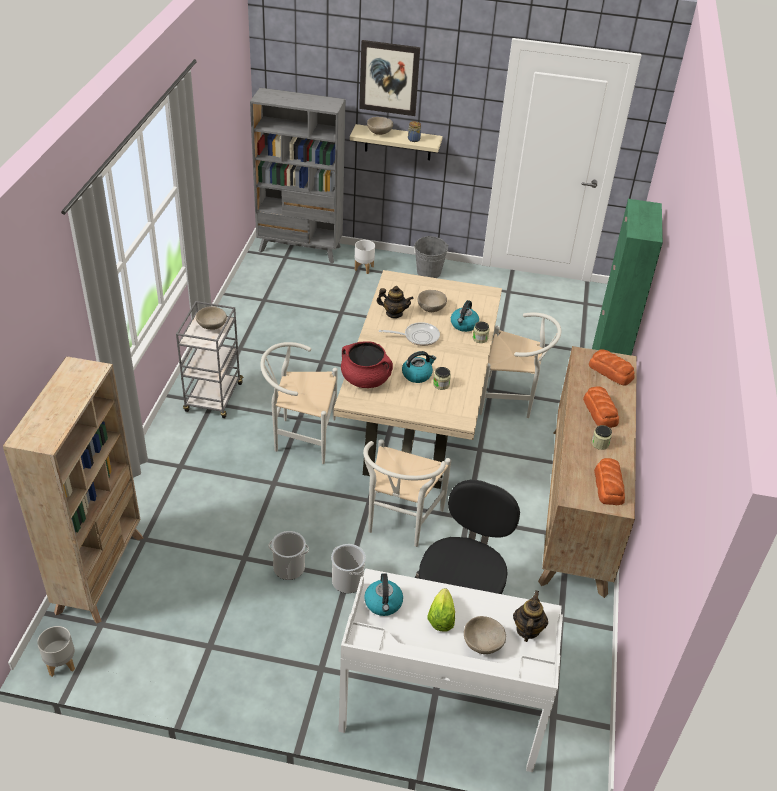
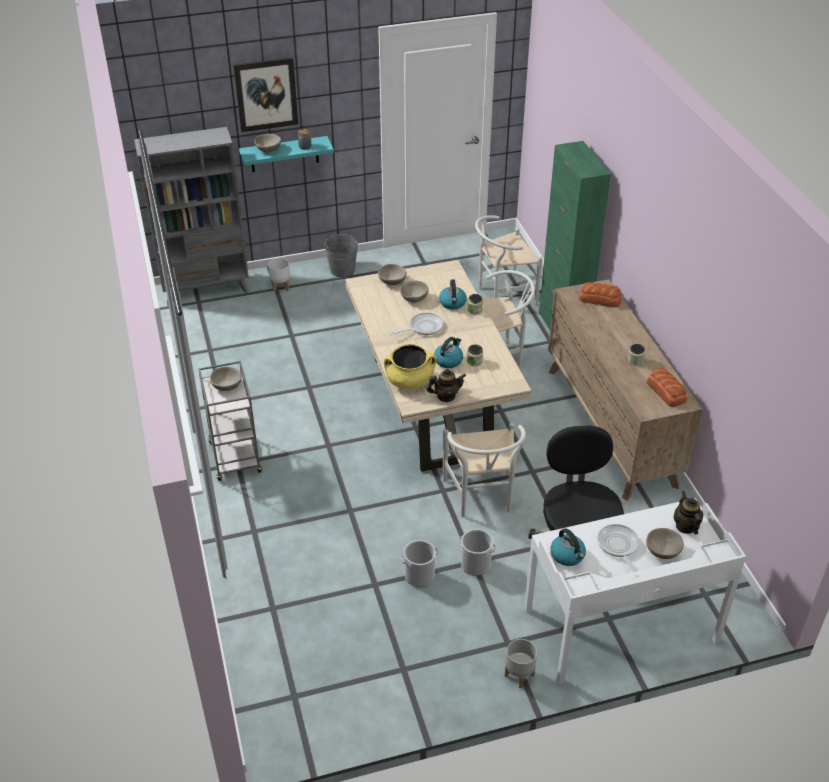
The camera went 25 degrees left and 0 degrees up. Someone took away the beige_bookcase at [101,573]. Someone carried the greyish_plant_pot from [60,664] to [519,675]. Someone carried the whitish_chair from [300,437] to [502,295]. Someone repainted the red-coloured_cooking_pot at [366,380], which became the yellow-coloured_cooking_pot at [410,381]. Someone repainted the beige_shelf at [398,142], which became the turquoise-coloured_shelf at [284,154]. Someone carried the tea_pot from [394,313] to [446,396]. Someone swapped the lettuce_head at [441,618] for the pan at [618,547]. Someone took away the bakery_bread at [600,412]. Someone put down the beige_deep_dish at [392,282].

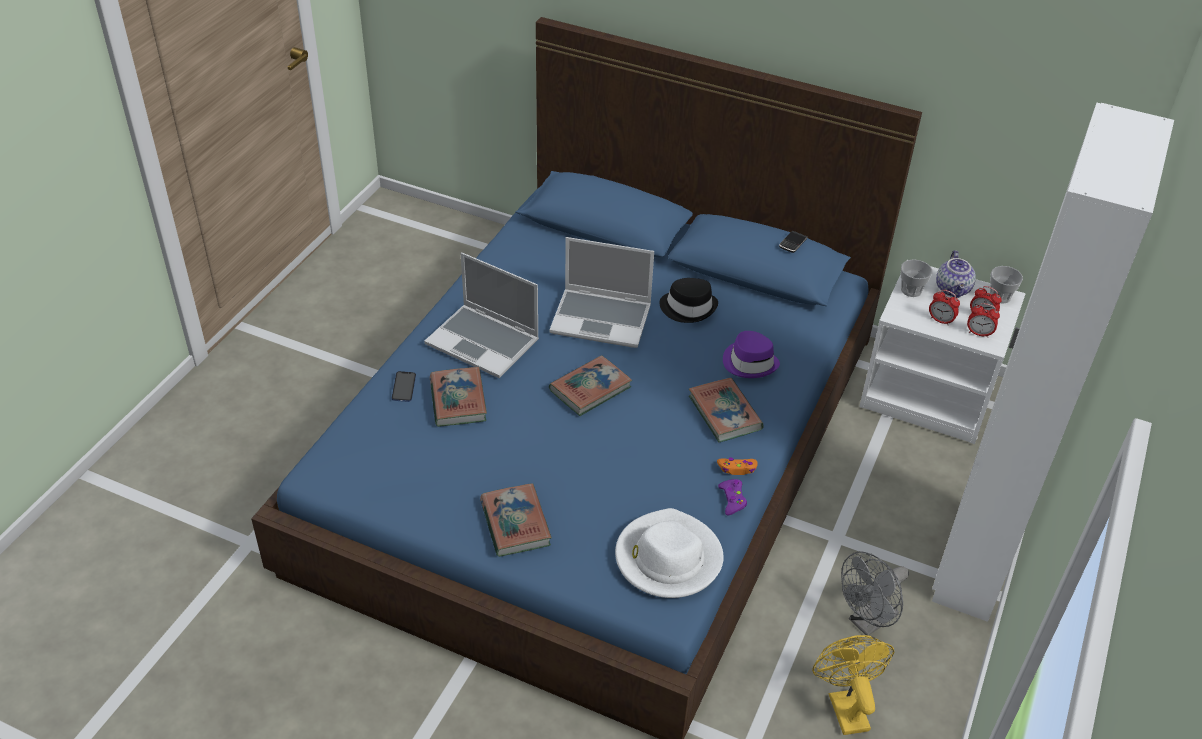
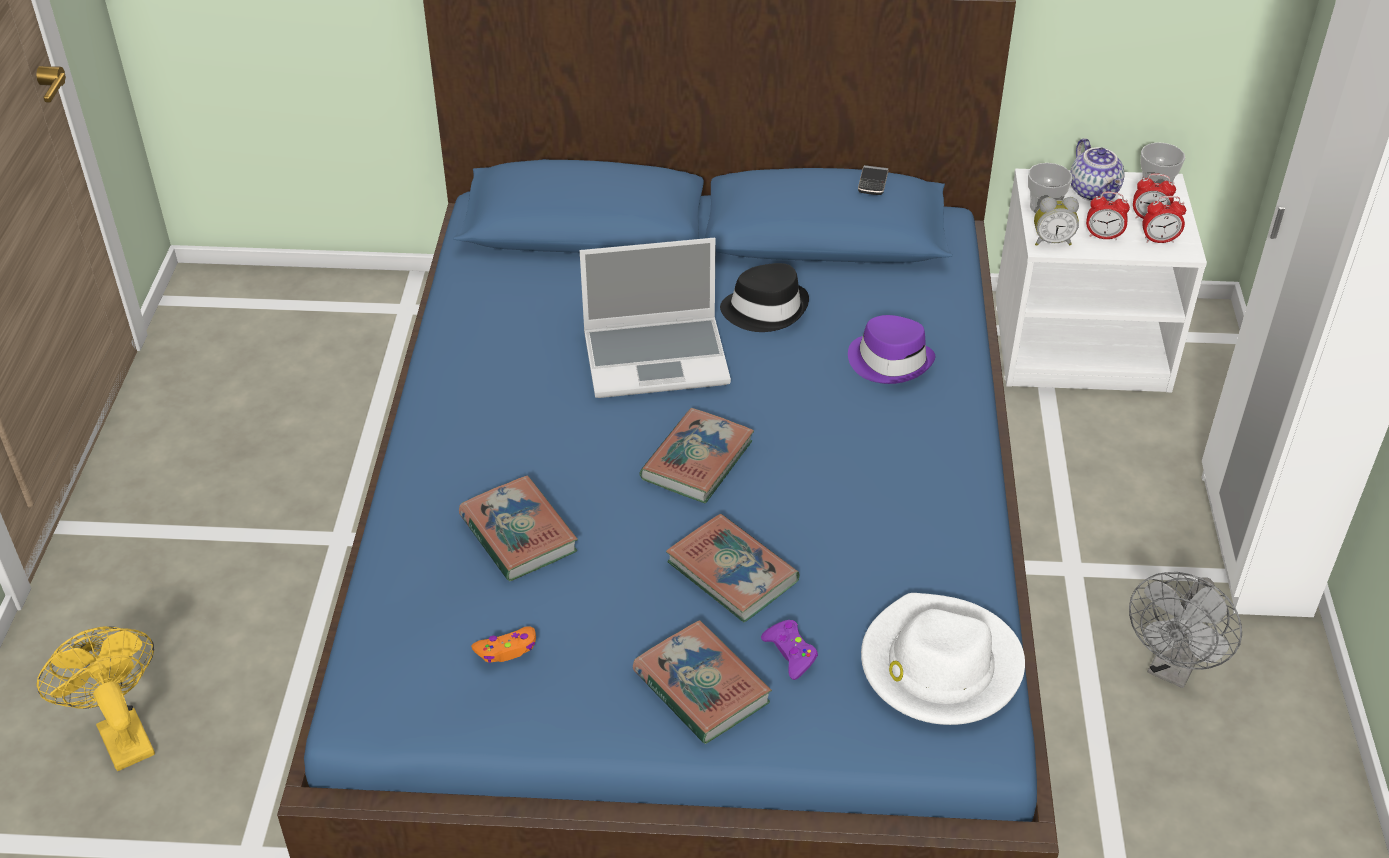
The camera went 20 degrees left and 0 degrees up. Someone took away the telephone at [404,387]. Someone took away the notebook_computer at [484,342]. Someone carried the book from [724,413] to [732,572]. Someone carried the orange-coloured_joypad from [737,469] to [507,650]. Someone carried the purplish_joypad from [732,500] to [790,653]. Someone carried the yellow-coloured_fan from [845,705] to [121,733]. Someone put down the bedside_clock at [1052,241].

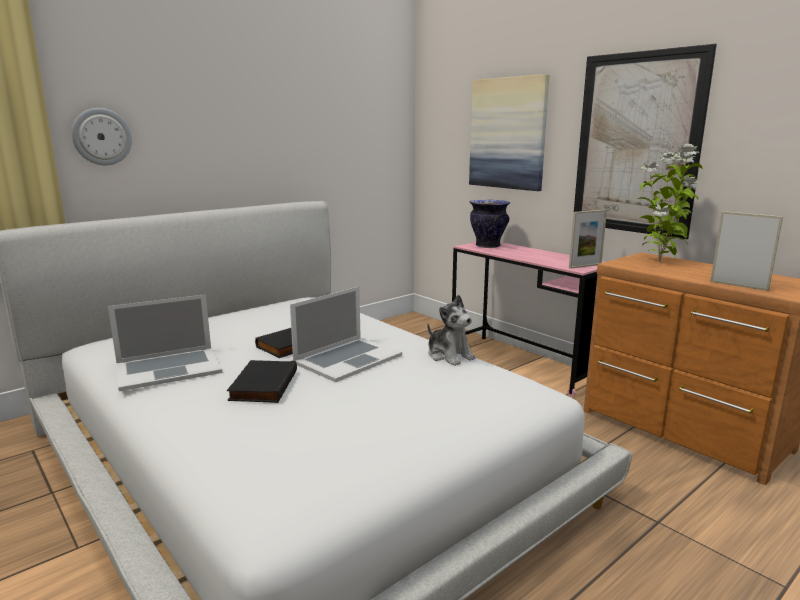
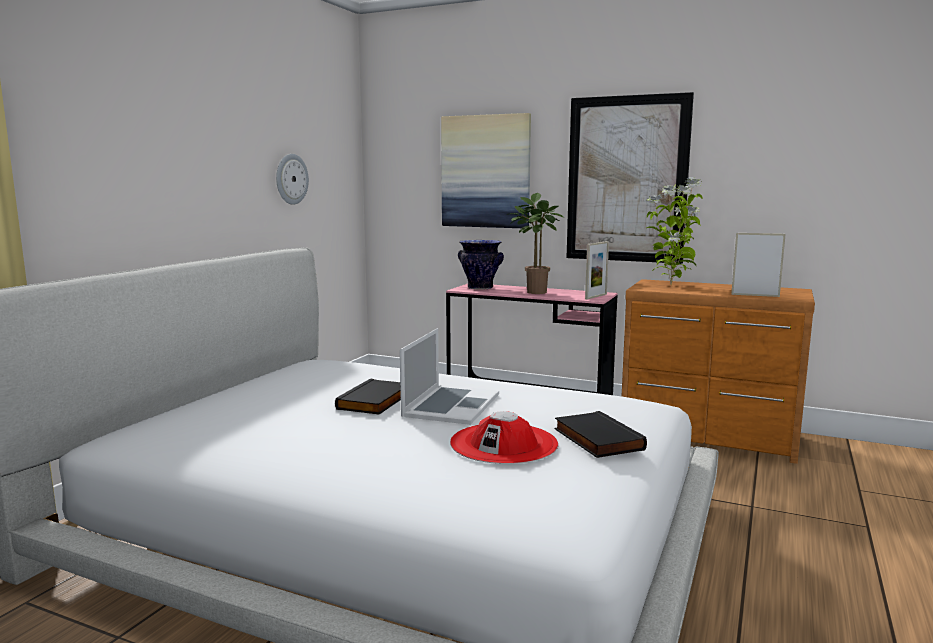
The camera went 25 degrees left and 5 degrees down. Someone carried the hanging_clock from [102,137] to [291,179]. Someone took away the notebook_computer at [168,368]. Someone carried the black-coloured_book from [262,385] to [596,439]. Someone took away the plush_toy at [449,356]. Someone put down the red-coloured_hat at [504,444]. Someone put down the plant_in_a_pot at [533,292].

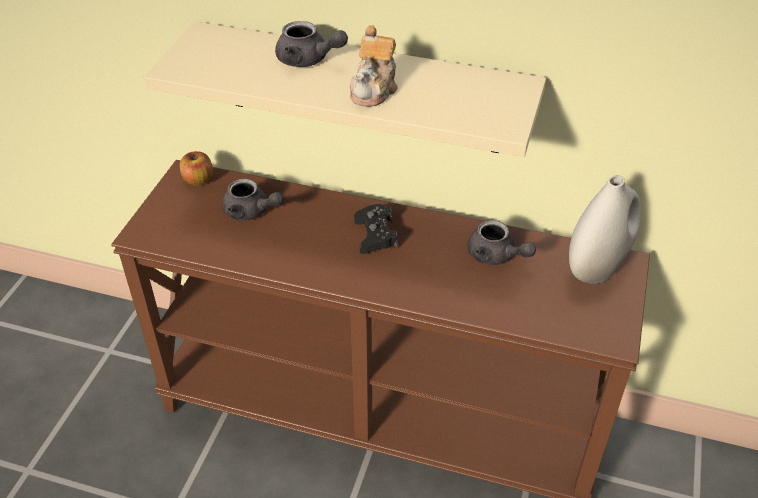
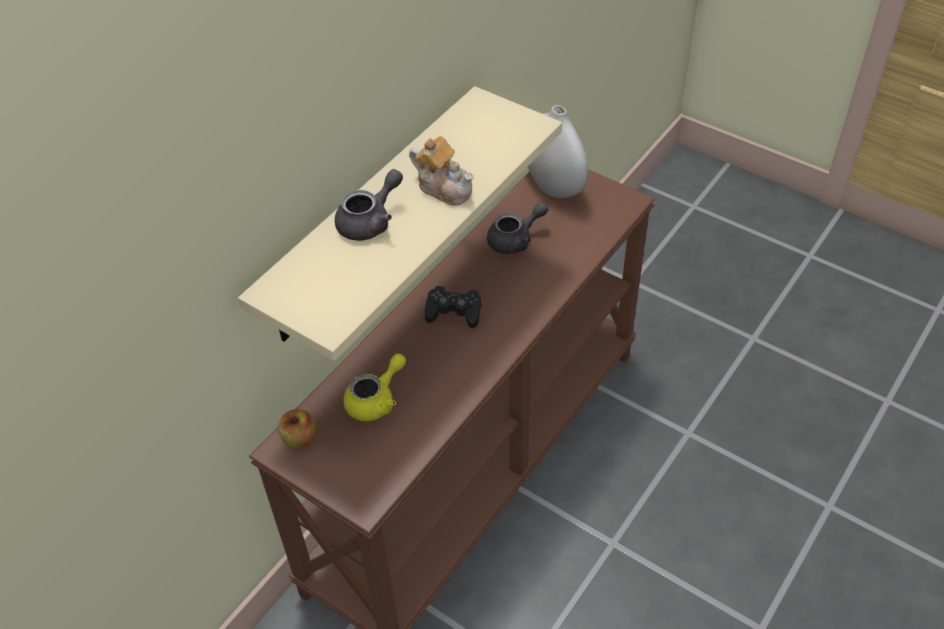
The camera went 70 degrees left and 5 degrees up. Someone repainted the greyish_tea_pot at [251,212], which became the yellow-coloured_tea_pot at [376,400].

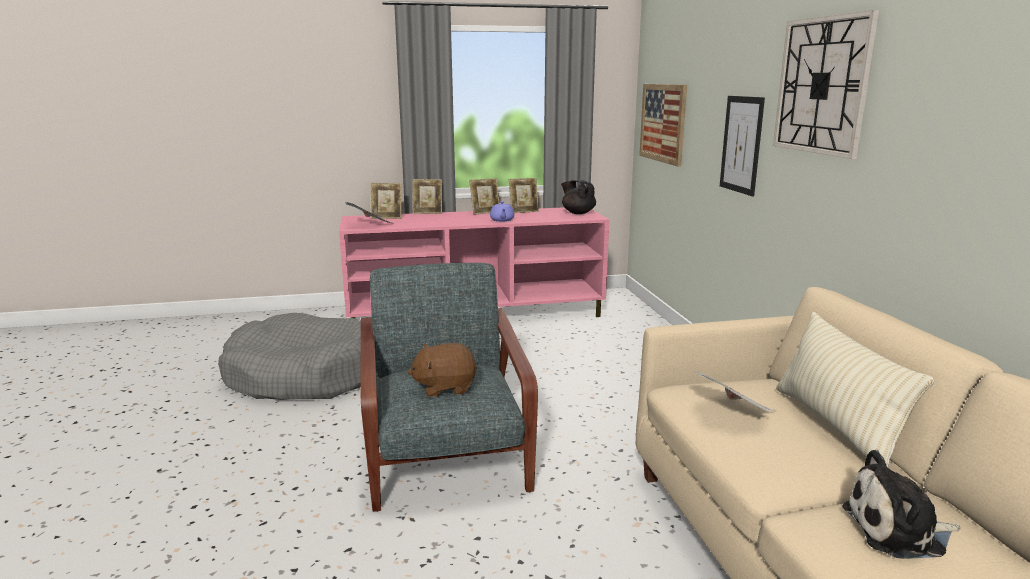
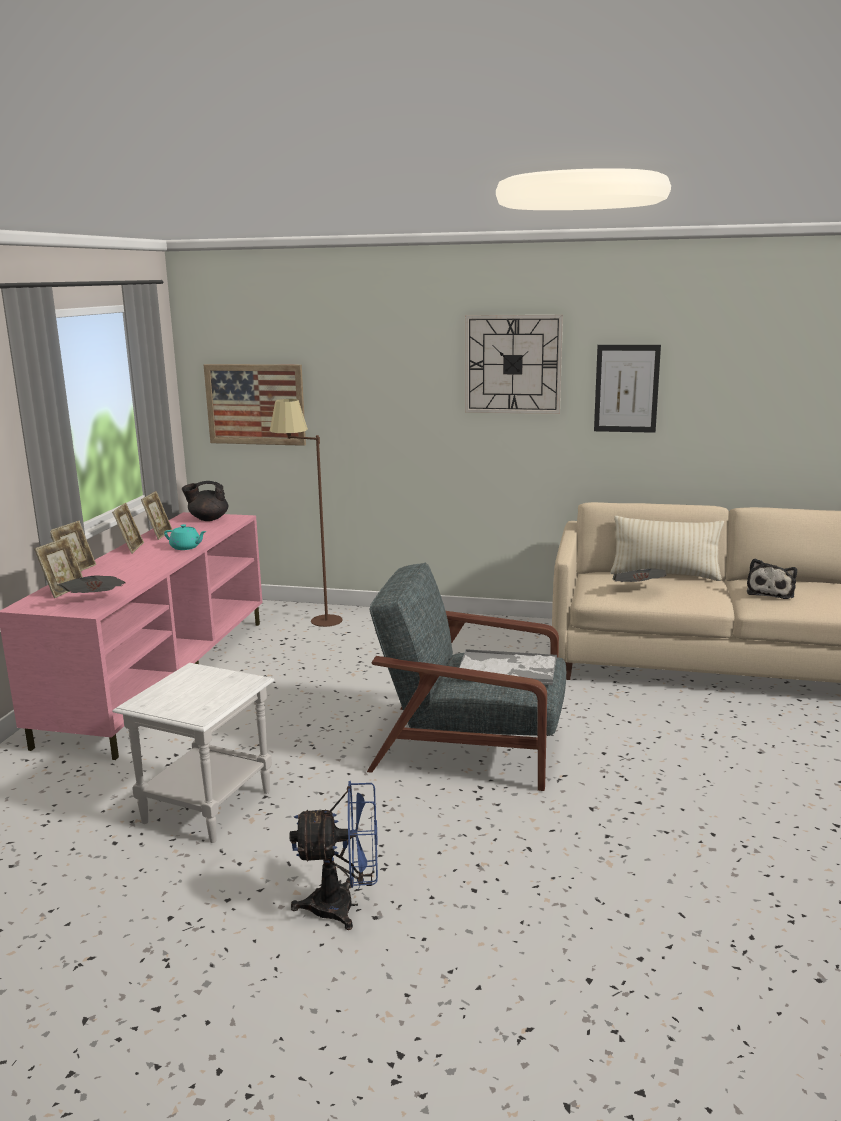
The camera went 65 degrees left and 0 degrees up. Someone swapped the greyish_dog_cushion at [301,376] for the whitish_end_table at [208,806]. Someone swapped the brown-coloured_plush_toy at [444,387] for the serving_tray at [508,669]. Someone repainted the purplish_tea_pot at [502,220], which became the turquoise-coloured_tea_pot at [186,547]. Someone carried the wall_picture from [741,144] to [626,388]. Someone put down the brown-coloured_floor_lamp at [312,623]. Someone put down the bluish_fan at [344,906].

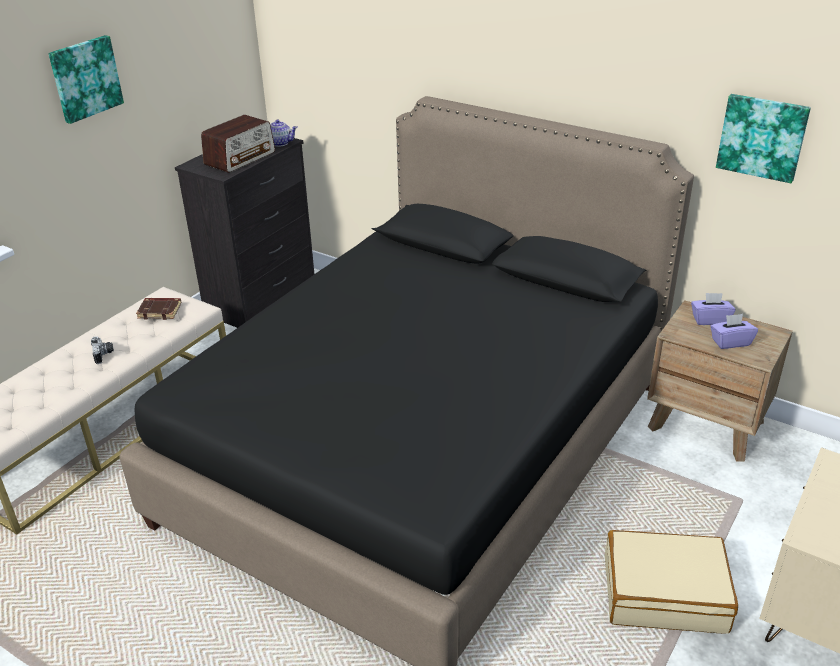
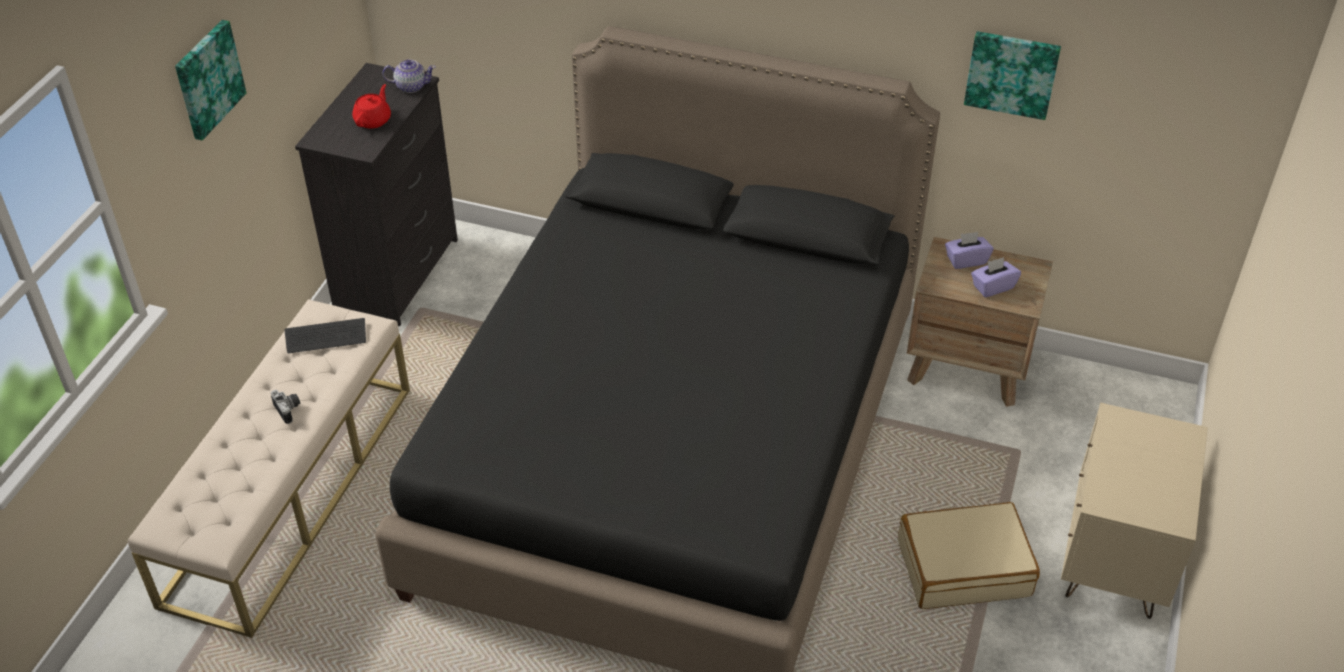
The camera went 15 degrees left and 10 degrees up. Someone swapped the brown-coloured_book at [160,311] for the keyboard at [326,337]. Someone swapped the radio_set at [240,158] for the red-coloured_tea_pot at [373,120].

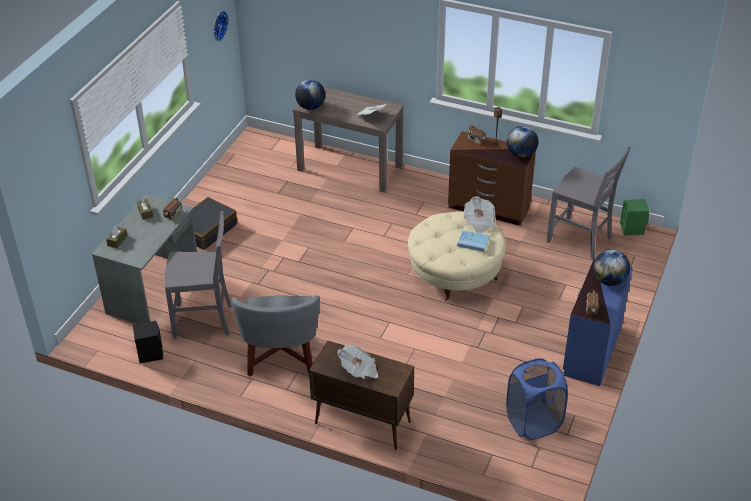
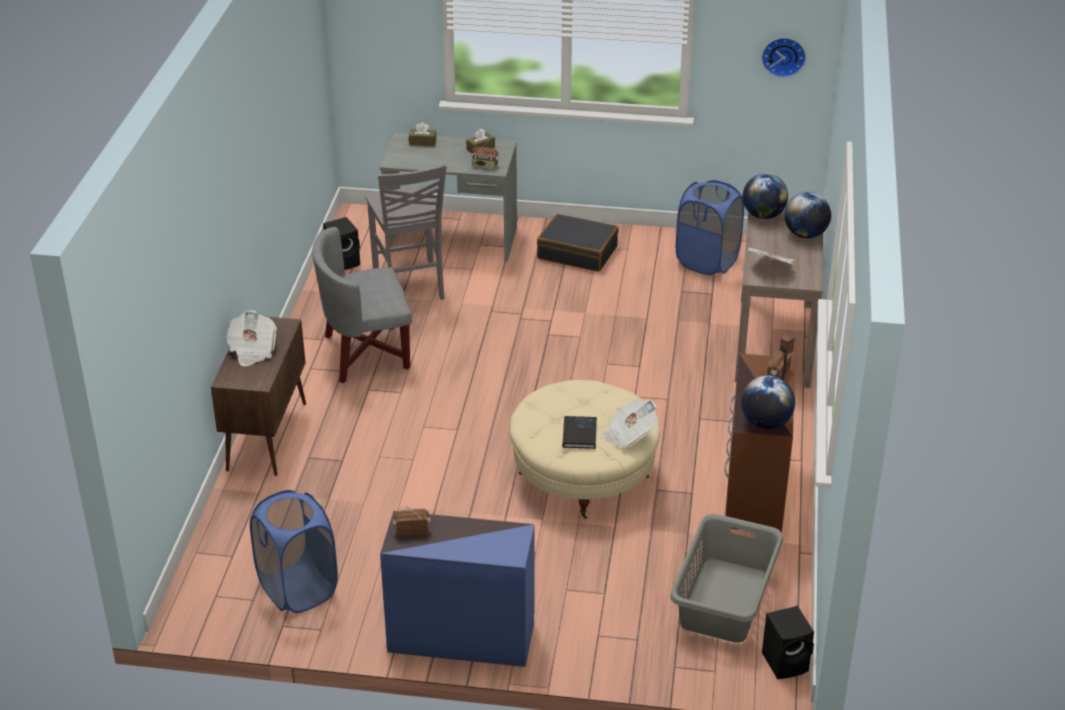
The camera went 75 degrees right and 5 degrees down. Someone repainted the bluish_book at [473,242], which became the black-coloured_book at [579,434]. Someone swapped the greyish_chair at [580,240] for the greyish_hamper at [723,600]. Someone carried the desk_globe from [609,281] to [805,234]. Someone repainted the greenish_audio_speaker at [632,228], which became the black-coloured_audio_speaker at [786,662]. Someone put down the bluish_hamper at [707,261].

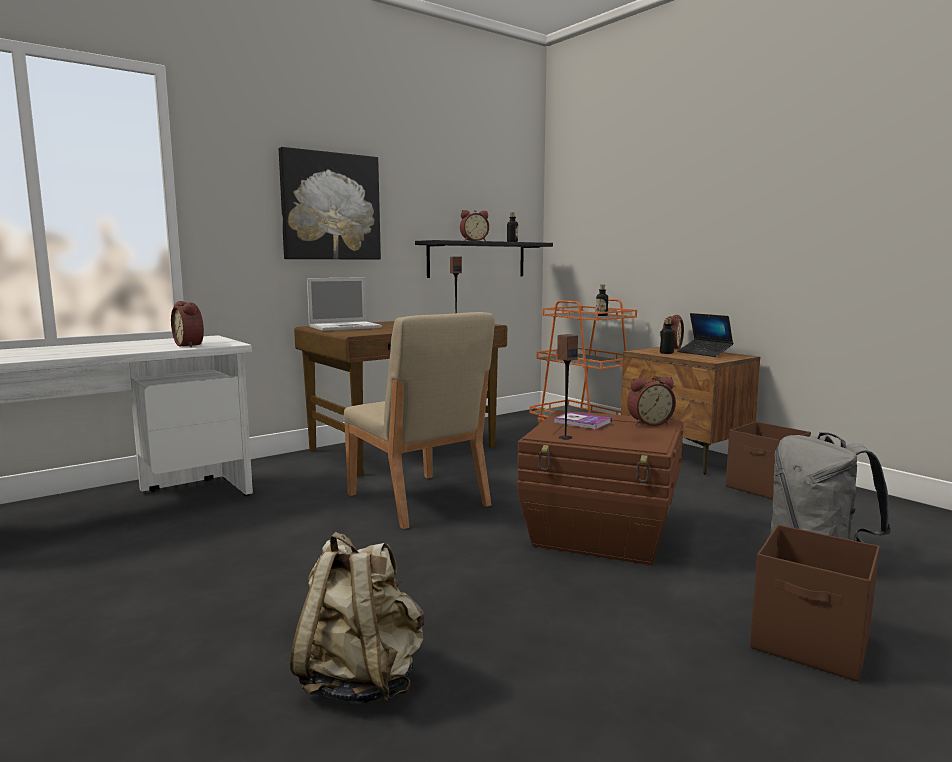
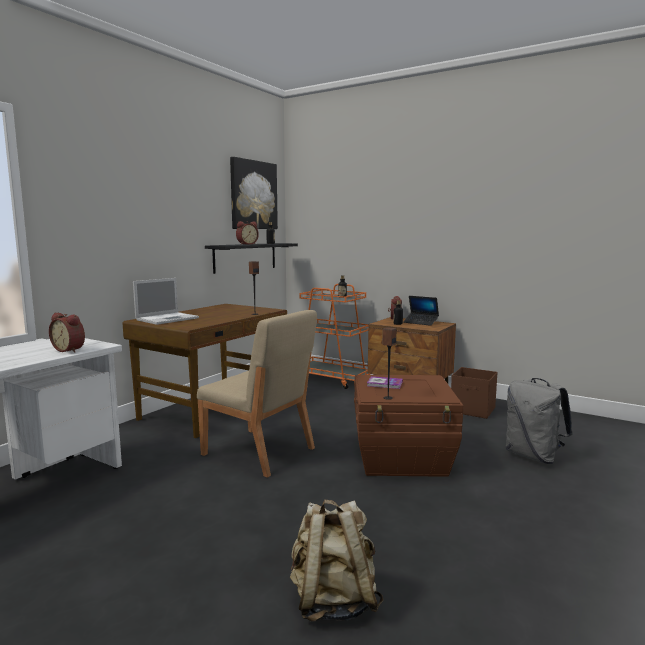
The camera went 20 degrees left and 0 degrees up. Someone carried the wall_picture from [330,206] to [253,195]. Someone took away the bedside_clock at [648,423]. Someone took away the brown-coloured_storage_bin at [811,644].

